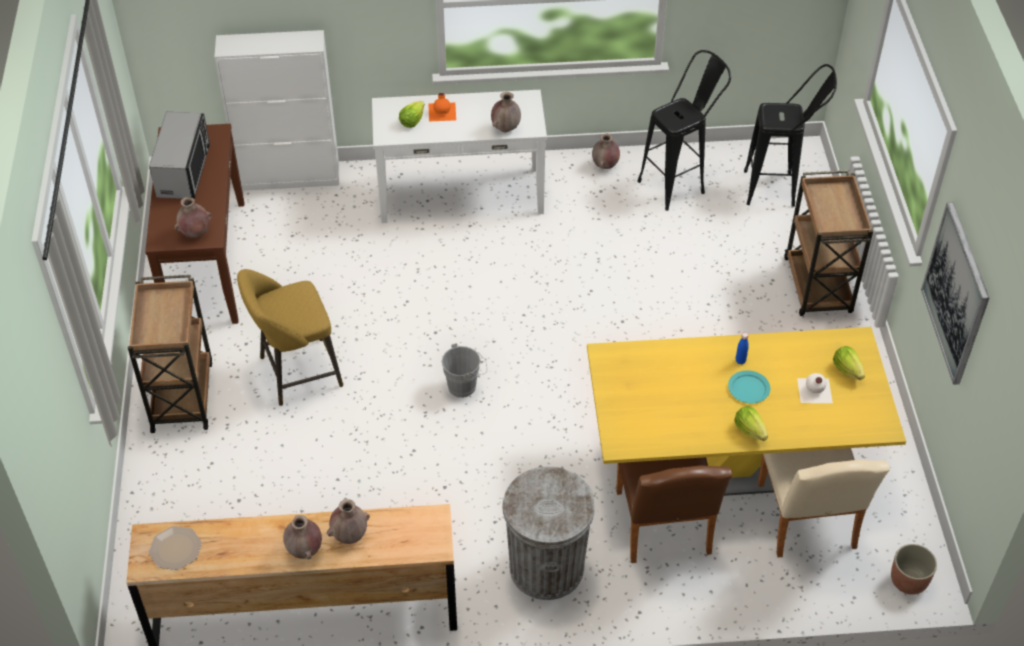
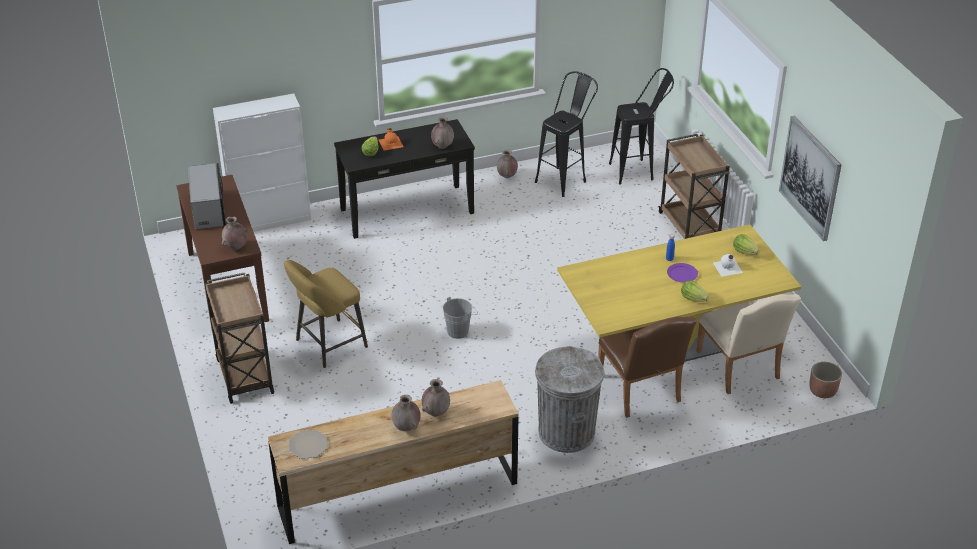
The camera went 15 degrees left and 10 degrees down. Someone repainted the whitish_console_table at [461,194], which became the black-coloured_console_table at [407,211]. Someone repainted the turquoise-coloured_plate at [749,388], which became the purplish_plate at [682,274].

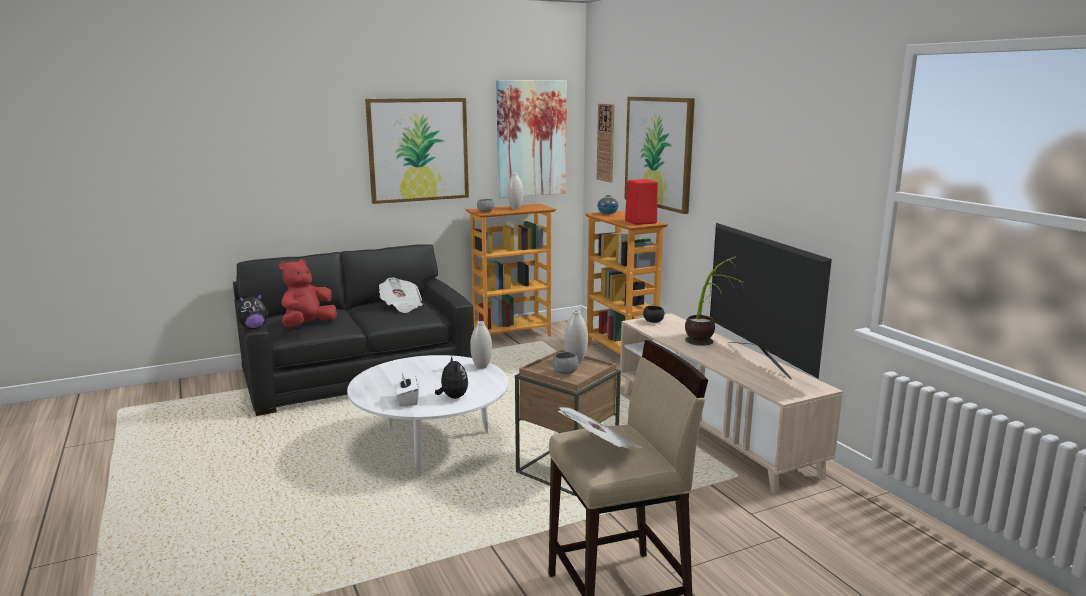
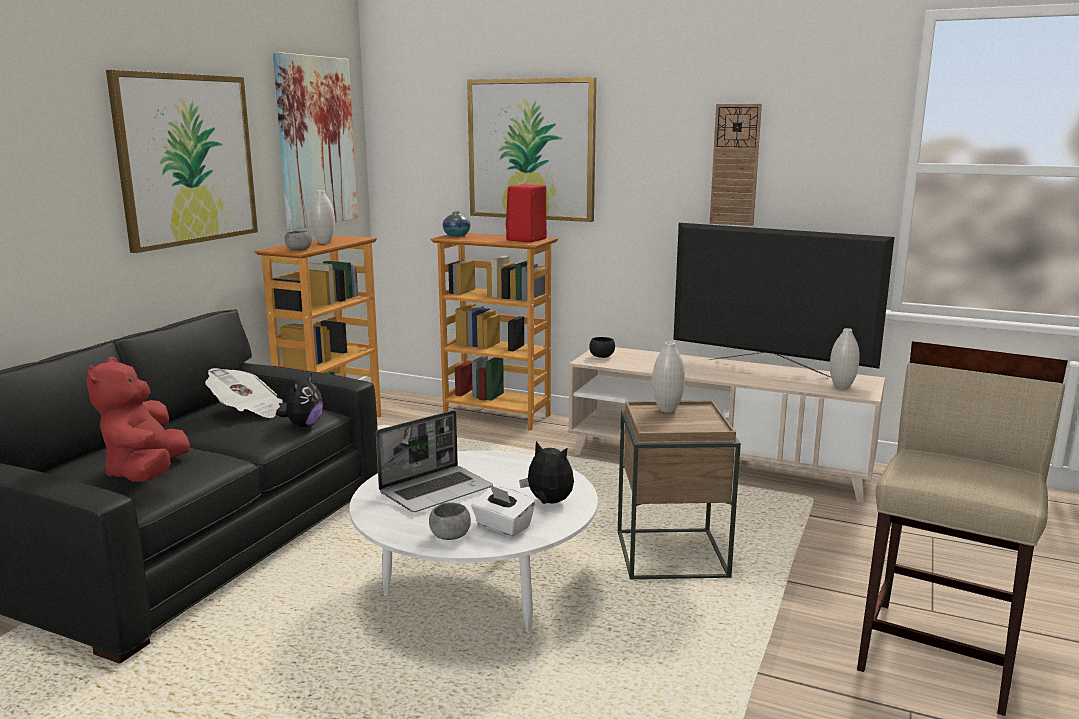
The camera went 40 degrees left and 0 degrees up. Someone carried the plush_toy from [253,327] to [303,425]. Someone carried the whitish_decorative_vase from [481,367] to [841,387]. Someone carried the greyish_deep_dish from [565,372] to [450,536]. Someone took away the daily_paper at [599,449]. Someone carried the hanging_clock from [606,142] to [735,165]. Someone took away the plant_in_a_pot at [707,346]. Someone put down the notebook_computer at [436,490].

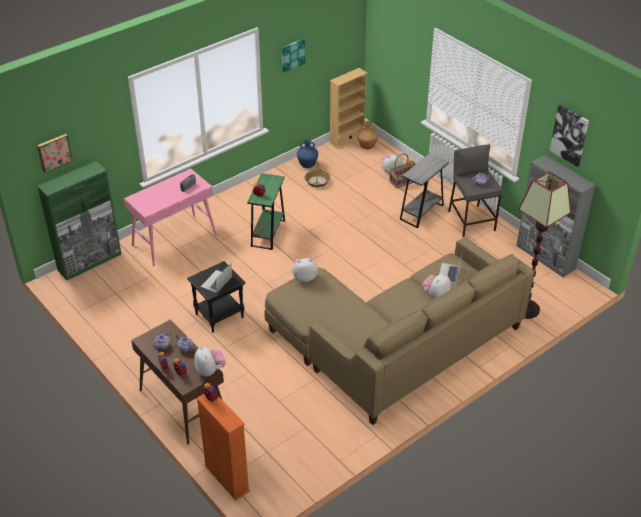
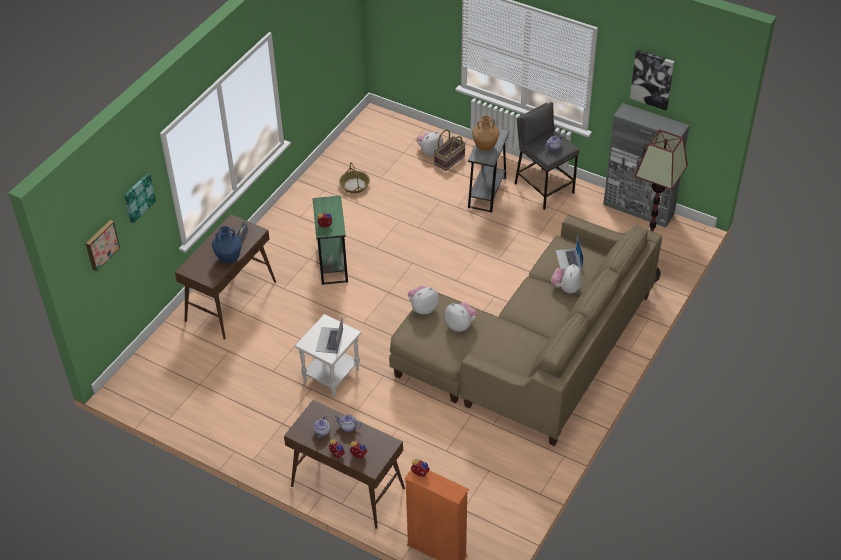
The camera went 20 degrees left and 5 degrees up. Someone took away the greenish_cupboard at [90,262]. Someone repainted the pink-coloured_console_table at [174,240], which became the brown-coloured_console_table at [231,301]. Someone repainted the black-coloured_end_table at [219,316], which became the whitish_end_table at [331,376]. Someone carried the plush_toy from [210,371] to [460,325]. Someone carried the wall_picture from [292,54] to [138,197]. Someone carried the bluish_decorative_vase from [307,165] to [228,258]. Someone took away the beige_bookcase at [347,139]. Someone carried the brown-coloured_decorative_vase from [367,147] to [485,147].

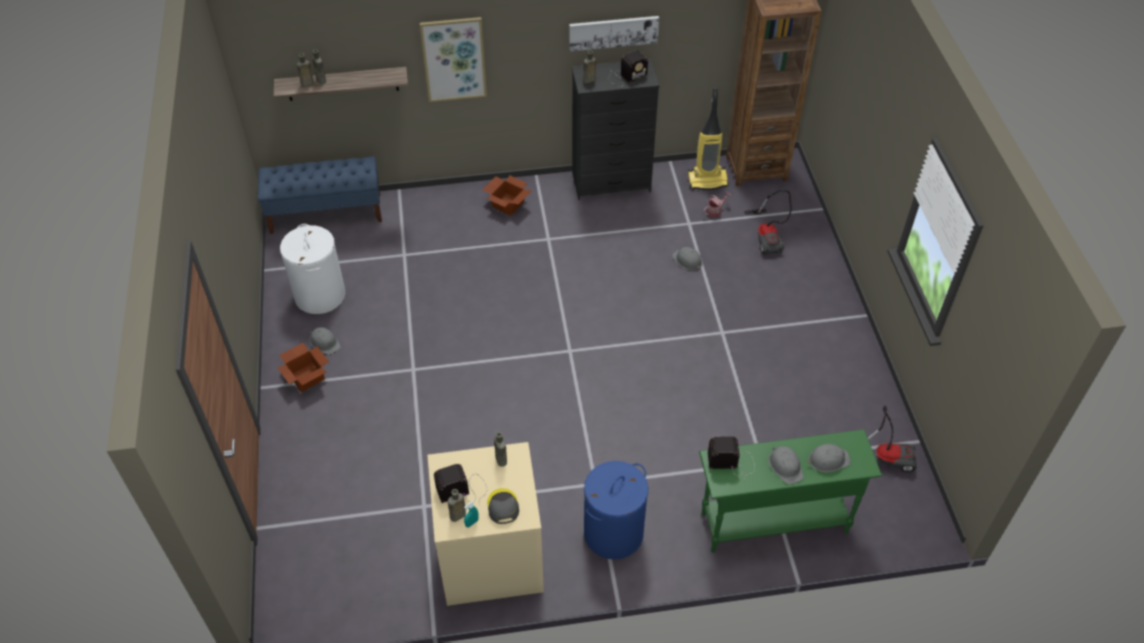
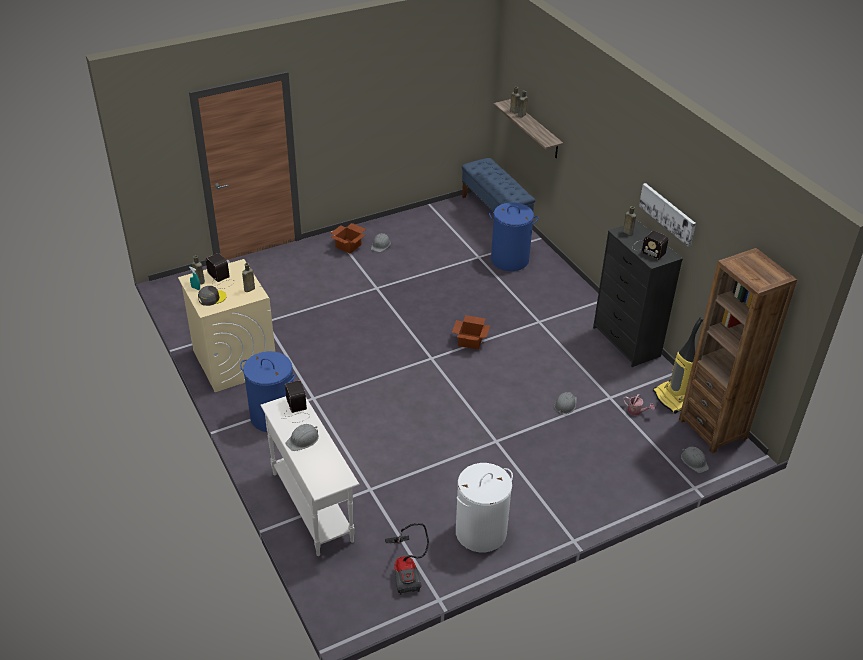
The camera went 70 degrees right and 10 degrees down. Someone carried the whitish_hamper from [320,295] to [481,532]. Someone took away the wall_picture at [454,59]. Someone carried the packing_box from [507,203] to [471,341]. Someone repainted the greenish_console_table at [773,523], which became the whitish_console_table at [312,506]. Someone took away the hoover at [767,237]. Someone carried the greyish_safety_helmet from [828,460] to [694,461]. Someone put down the bluish_hamper at [510,260].

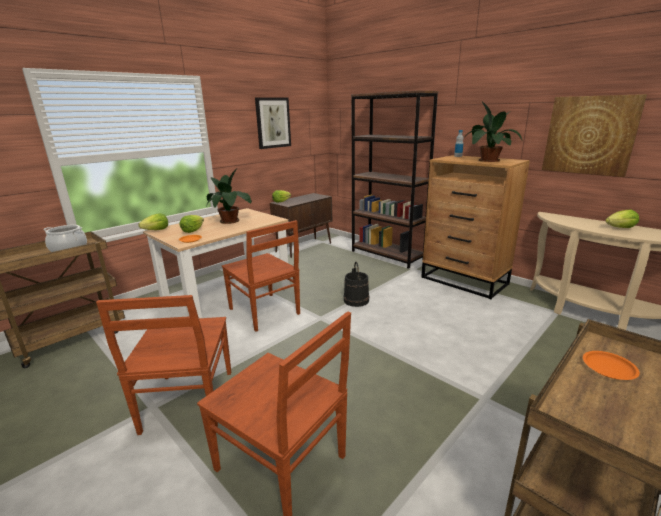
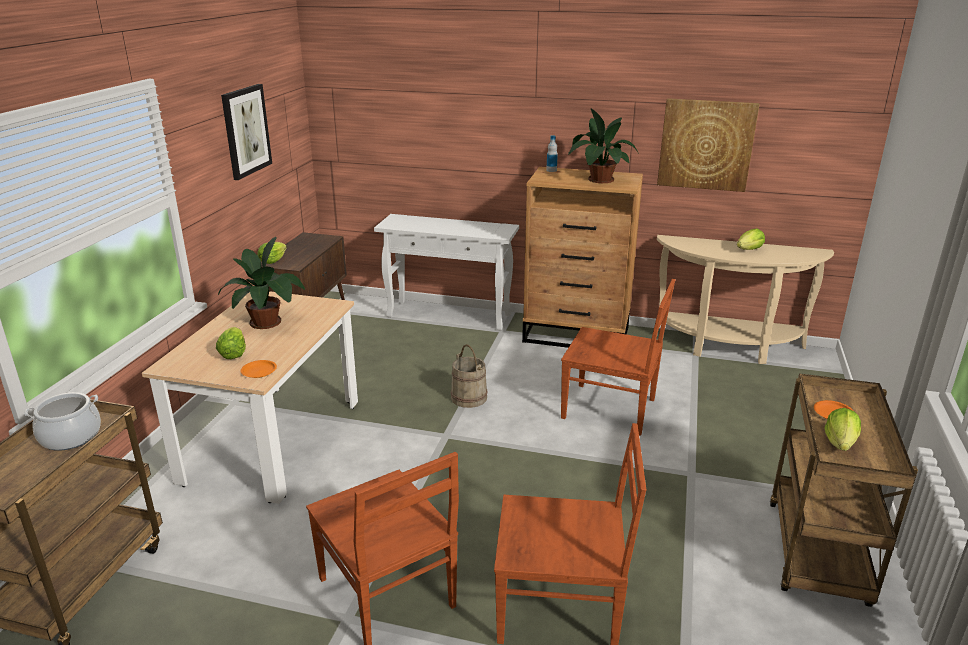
The camera went 30 degrees left and 5 degrees up. Someone carried the lettuce_head from [157,230] to [840,443]. Someone carried the brown-coloured_chair from [265,312] to [611,409]. Someone repainted the black-coloured_water_bucket at [356,300], which became the beige_water_bucket at [469,397]. Someone swapped the brown-coloured_bookcase at [387,255] for the whitish_console_table at [450,316].

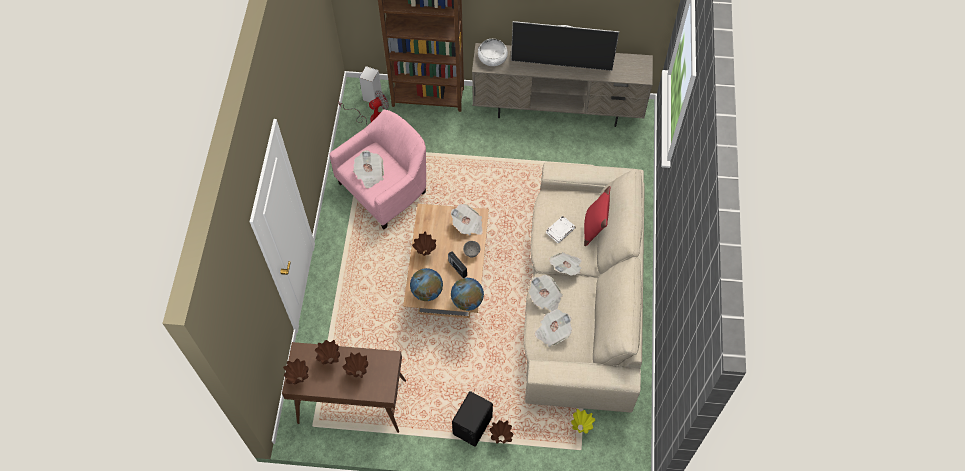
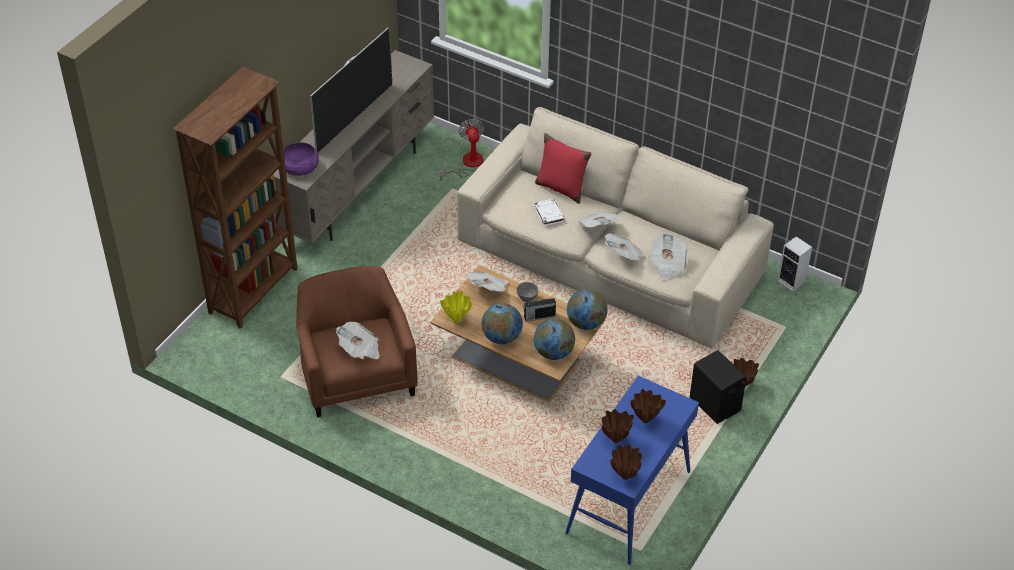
The camera went 65 degrees left and 15 degrees down. Someone repainted the brown-coloured_console_table at [351,402], which became the bluish_console_table at [628,503]. Someone repainted the pink-coloured_easy_chair at [386,188], which became the brown-coloured_easy_chair at [356,374]. Someone carried the fan from [372,118] to [467,164]. Someone carried the audio_speaker from [372,97] to [792,282]. Someone swapped the brown-coloured_decorative_vase at [425,253] for the desk_globe at [502,337]. Someone repainted the whitish_deep_dish at [492,57], which became the purplish_deep_dish at [300,167]. Someone carried the yellow-coloured_decorative_vase from [580,428] to [457,320].

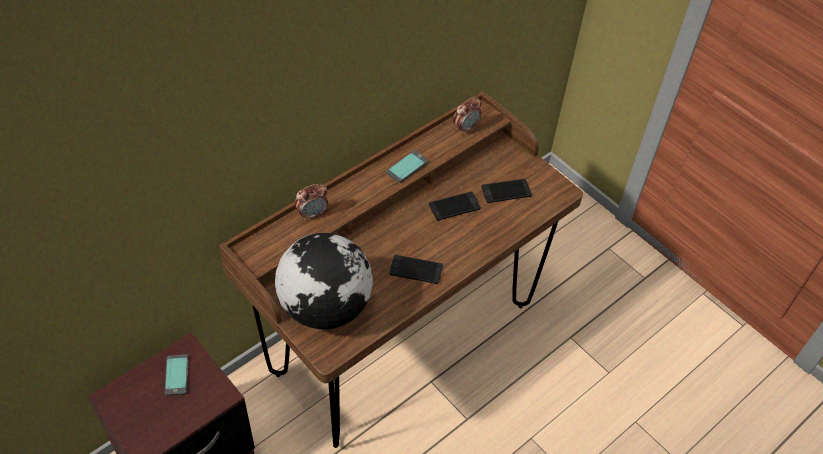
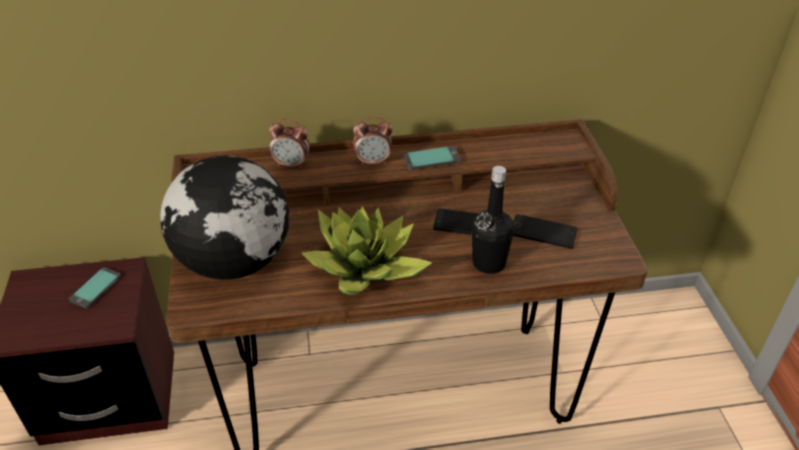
The camera went 35 degrees right and 10 degrees down. Someone swapped the telephone at [416,270] for the plant_in_a_pot at [365,267]. Someone carried the bedside_clock from [465,128] to [373,162]. Someone put down the black-coloured_bottle at [489,263].

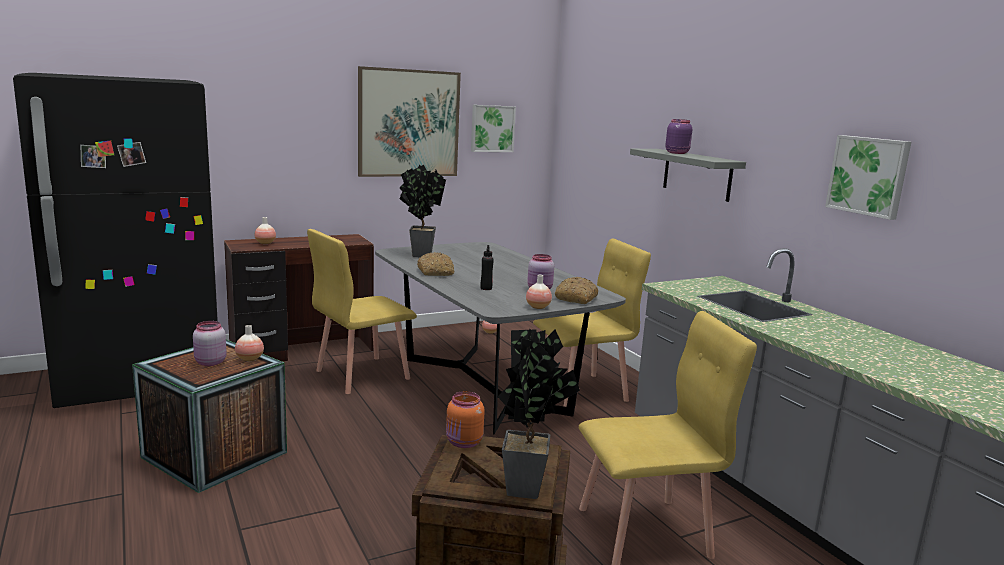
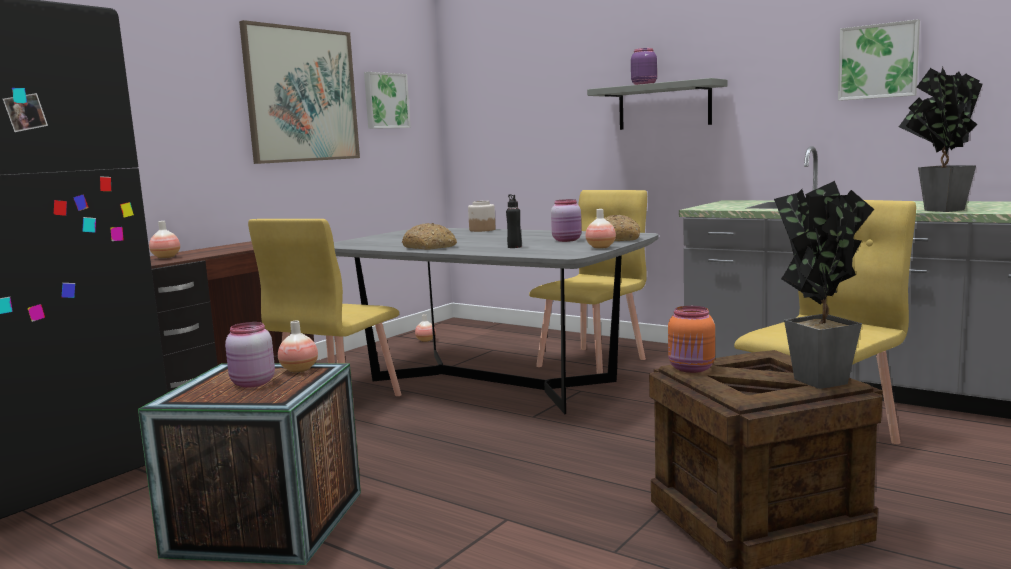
The camera went 25 degrees left and 5 degrees down. Someone carried the plant_in_a_pot from [418,254] to [937,210]. Someone put down the jar at [482,230].

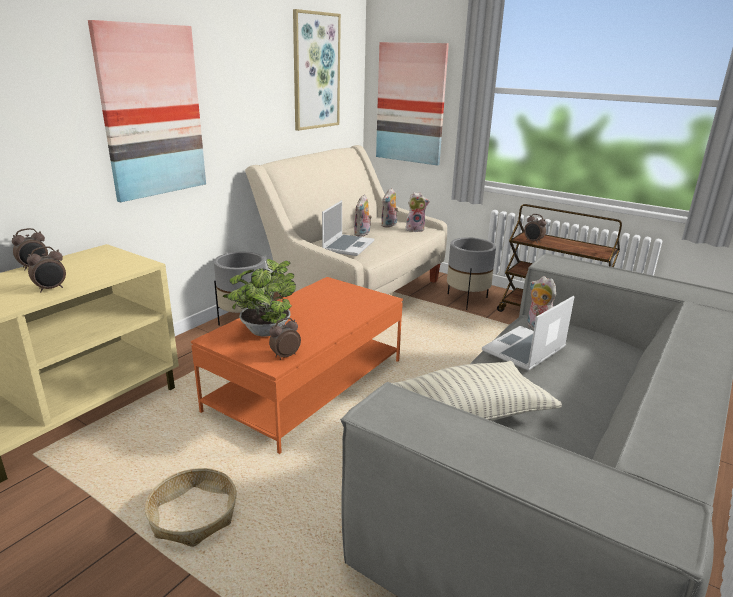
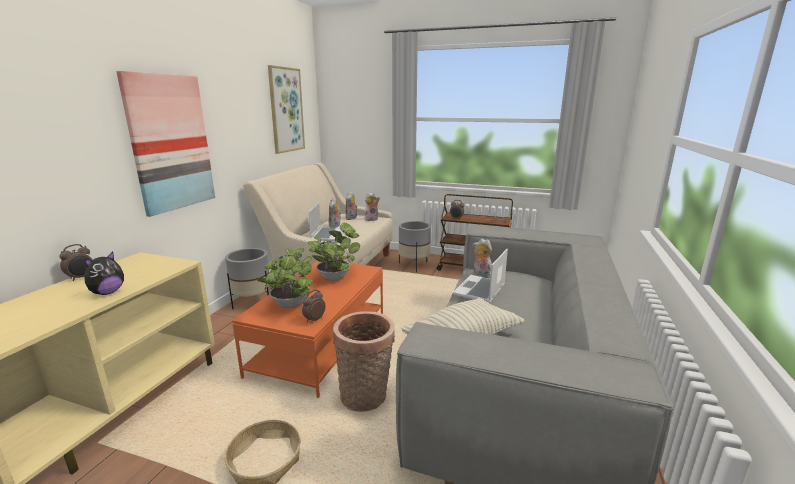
The camera went 15 degrees left and 5 degrees down. Someone swapped the bedside_clock at [51,289] for the plush_toy at [107,292]. Someone took away the wall_picture at [411,104]. Someone put down the plant_in_a_pot at [335,277]. Someone put down the storage_basket at [366,397].

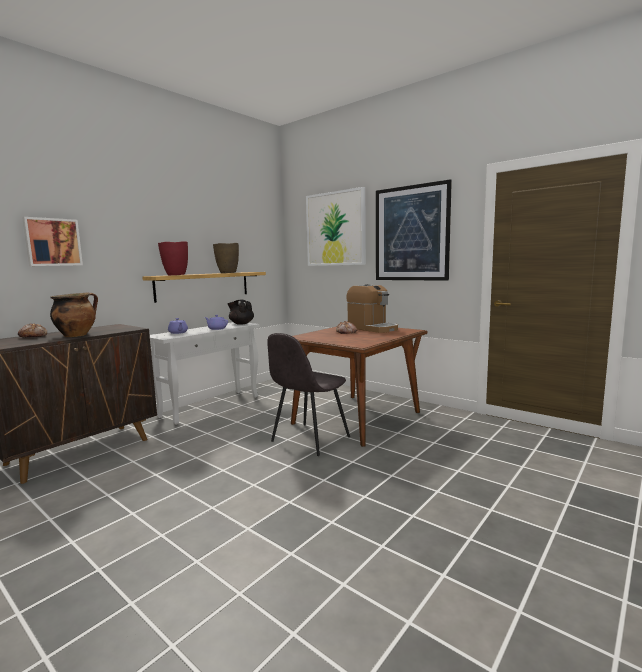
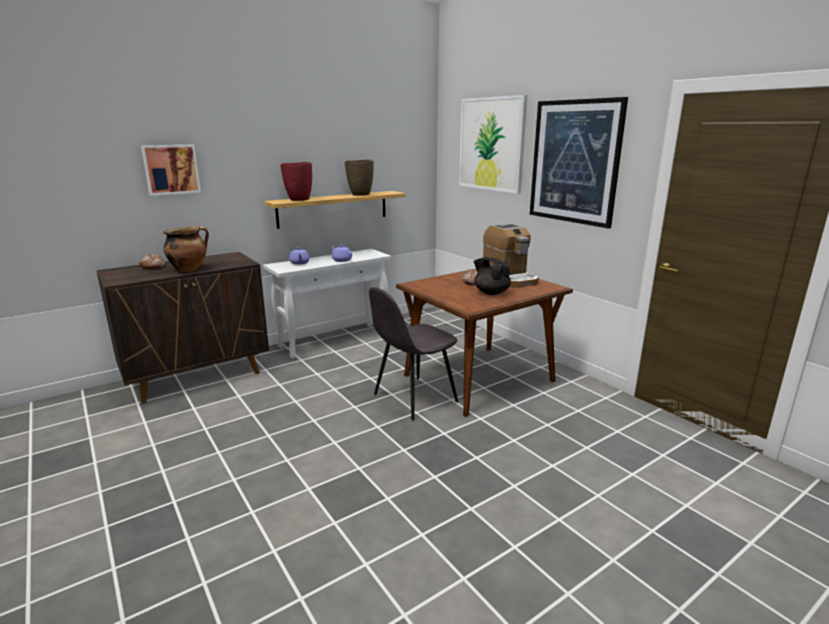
The camera went 15 degrees right and 10 degrees up. Someone carried the black-coloured_tea_pot from [241,323] to [491,292].

